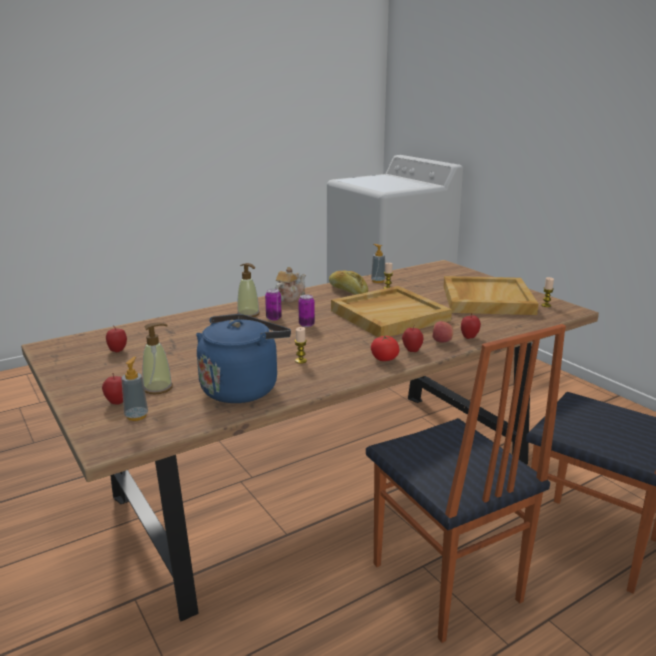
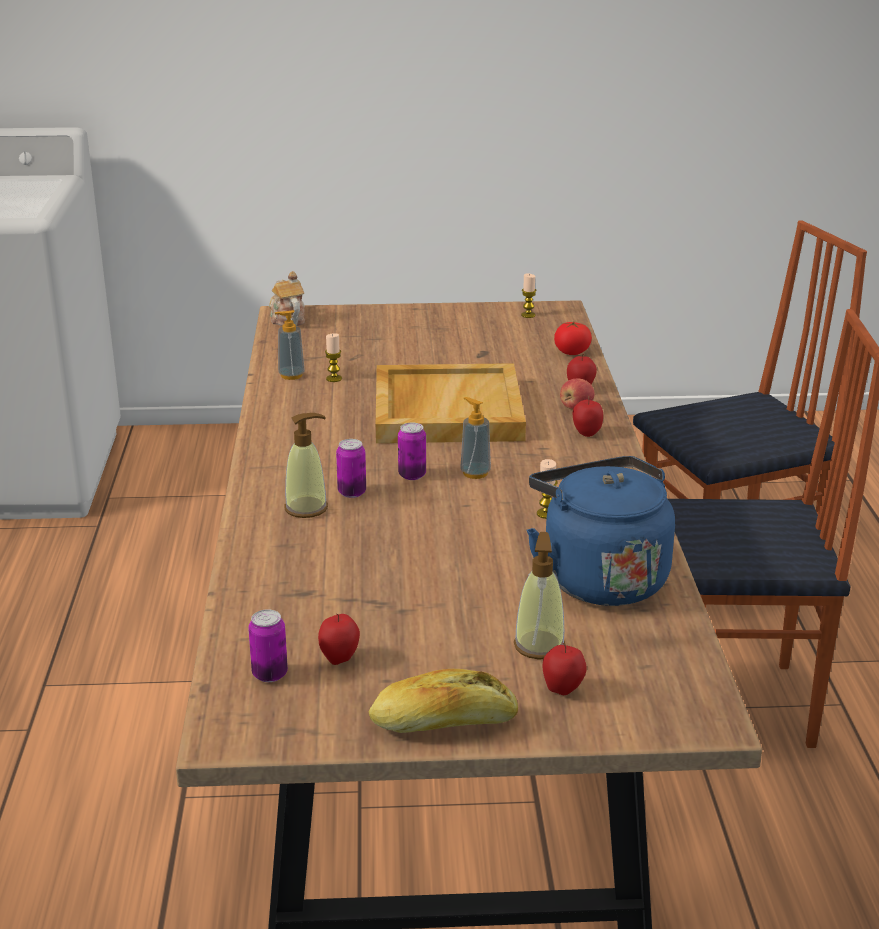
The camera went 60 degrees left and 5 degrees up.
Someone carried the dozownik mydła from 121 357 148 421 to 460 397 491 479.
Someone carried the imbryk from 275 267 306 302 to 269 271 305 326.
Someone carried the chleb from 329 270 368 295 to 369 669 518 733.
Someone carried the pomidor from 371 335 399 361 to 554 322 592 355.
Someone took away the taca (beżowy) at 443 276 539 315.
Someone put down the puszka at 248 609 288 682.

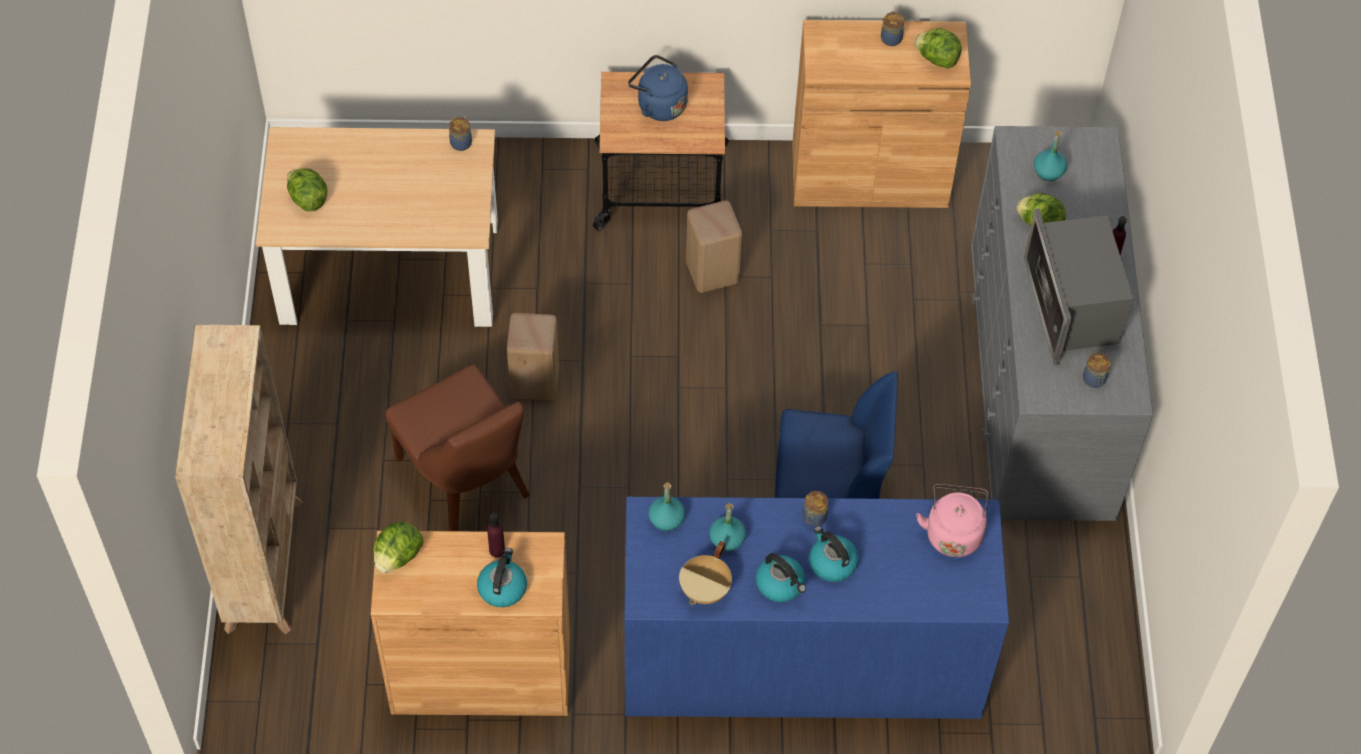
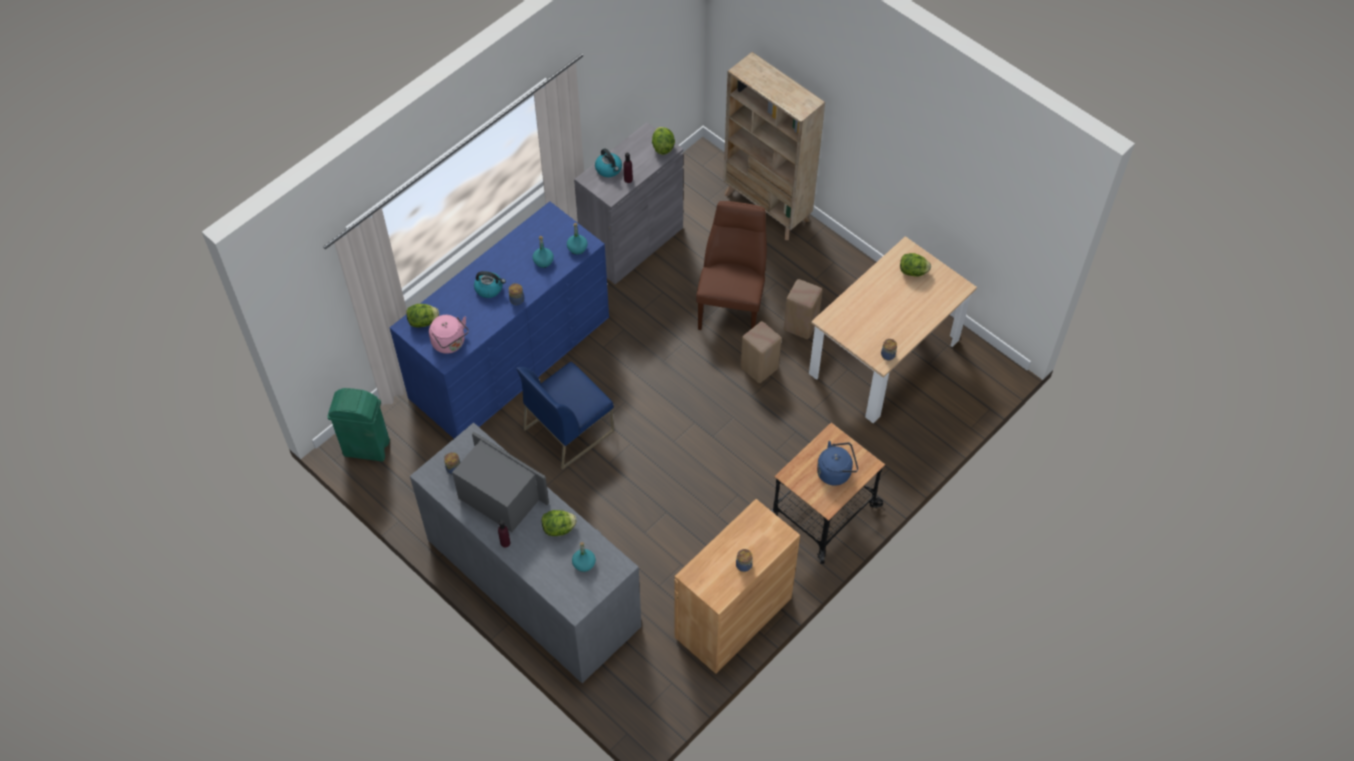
The camera went 135 degrees right and 0 degrees up.
Someone repainted the szafka (brązowy) at 371 531 570 716, which became the szafka (szary) at 574 122 683 284.
Someone rotated the krzesło (brązowy) at 385 365 530 531 by 90 degrees clockwise.
Someone took away the garnek (beżowy) at 679 541 732 605.
Someone carried the stołek (beżowy) from 686 200 742 293 to 784 279 823 339.
Someone took away the czajnik at 756 553 806 602.
Someone carried the sałata from 914 28 962 69 to 406 304 439 327.
Someone put down the kosz na śmieci (zielony) at 327 388 390 462.

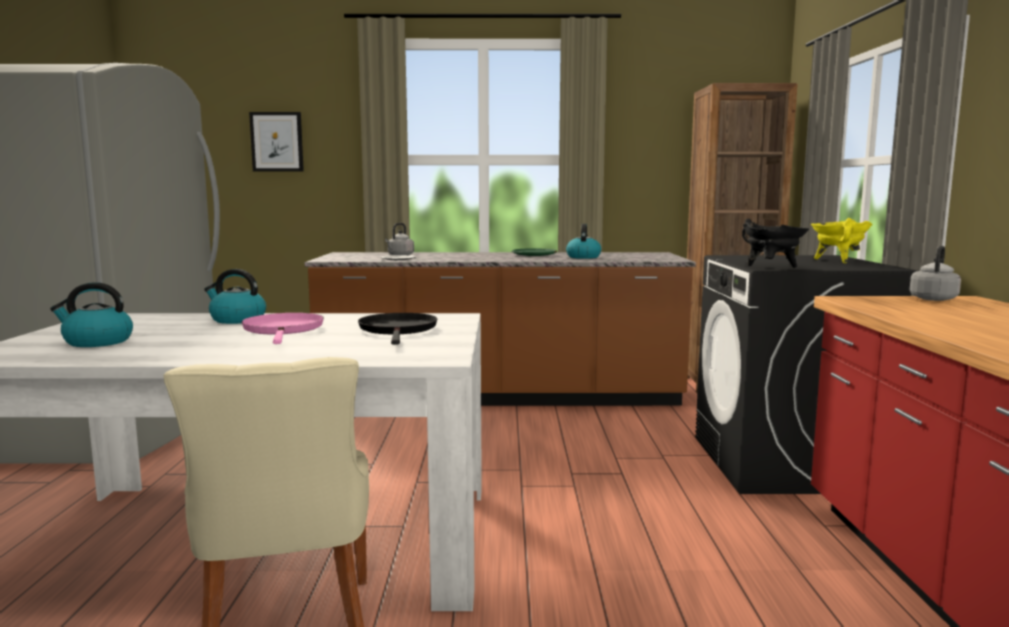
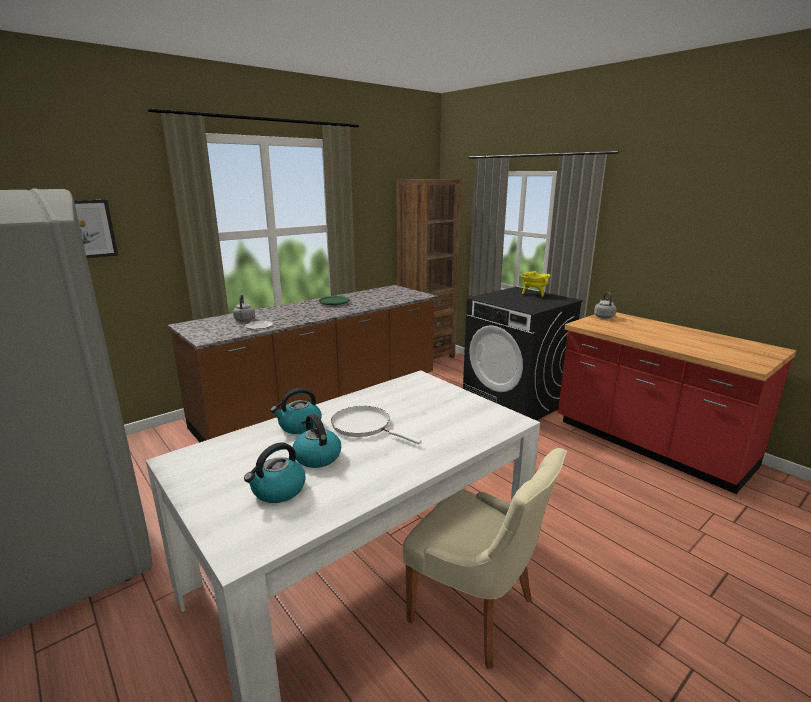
The camera went 40 degrees left and 10 degrees up.
Someone repainted the patelnia (różowy) at 241 313 324 344, which became the patelnia (biały) at 331 406 422 444.
Someone took away the patelnia (czarny) at 358 313 438 345.
Someone carried the czajnik from 566 224 601 259 to 293 414 341 468.
Someone took away the garnek (czarny) at 742 219 809 268.

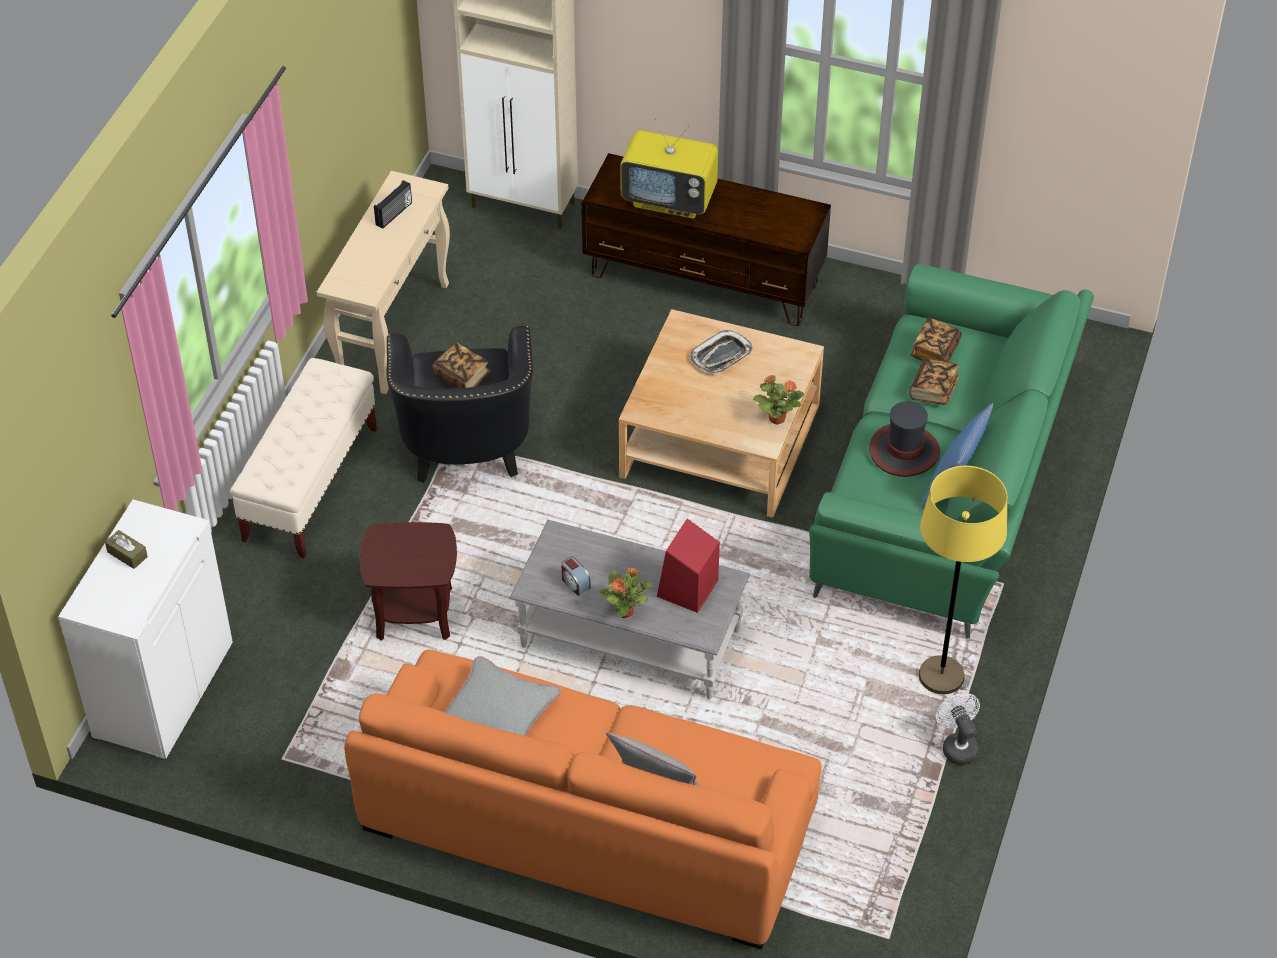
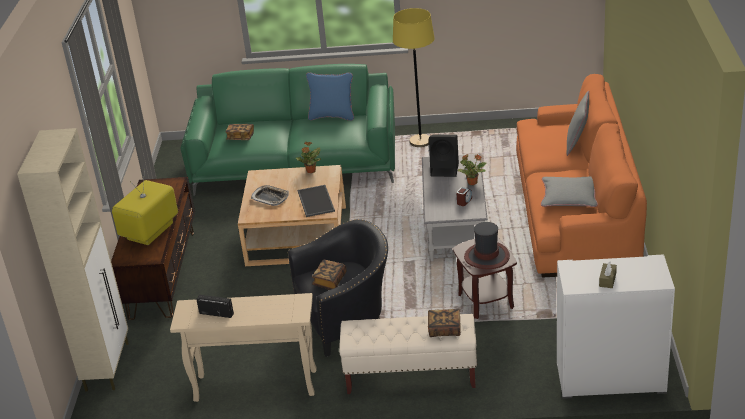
The camera went 105 degrees left and 15 degrees down.
Someone rotated the telewizor at 620 117 718 219 by 150 degrees counterclockwise.
Someone repainted the głośnik (czerwony) at 657 519 720 613, which became the głośnik (czarny) at 429 135 459 177.
Someone carried the kapelusz from 869 401 940 477 to 464 222 510 269.
Someone carried the książka from 909 358 959 405 to 428 309 461 337.
Someone took away the wentylator (biały) at 936 693 980 765.
Someone put down the taca at 297 185 335 217.

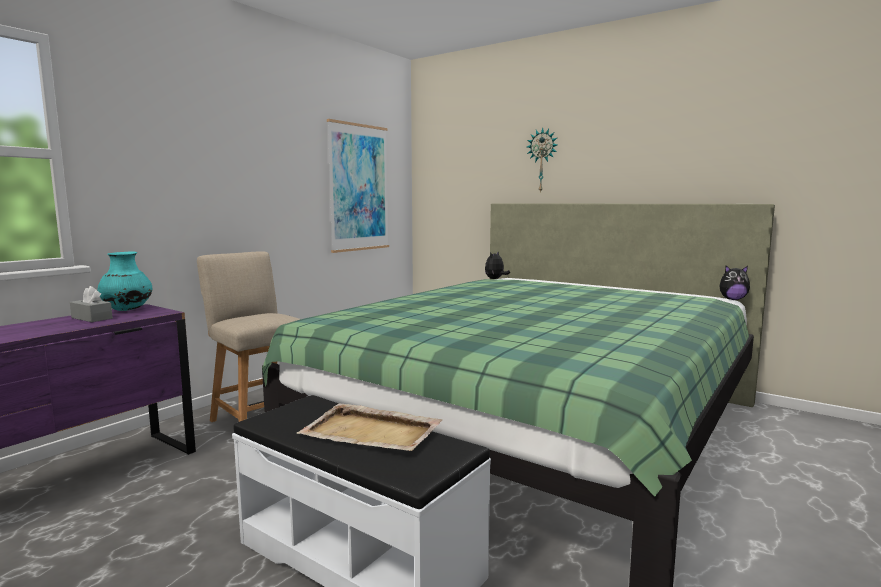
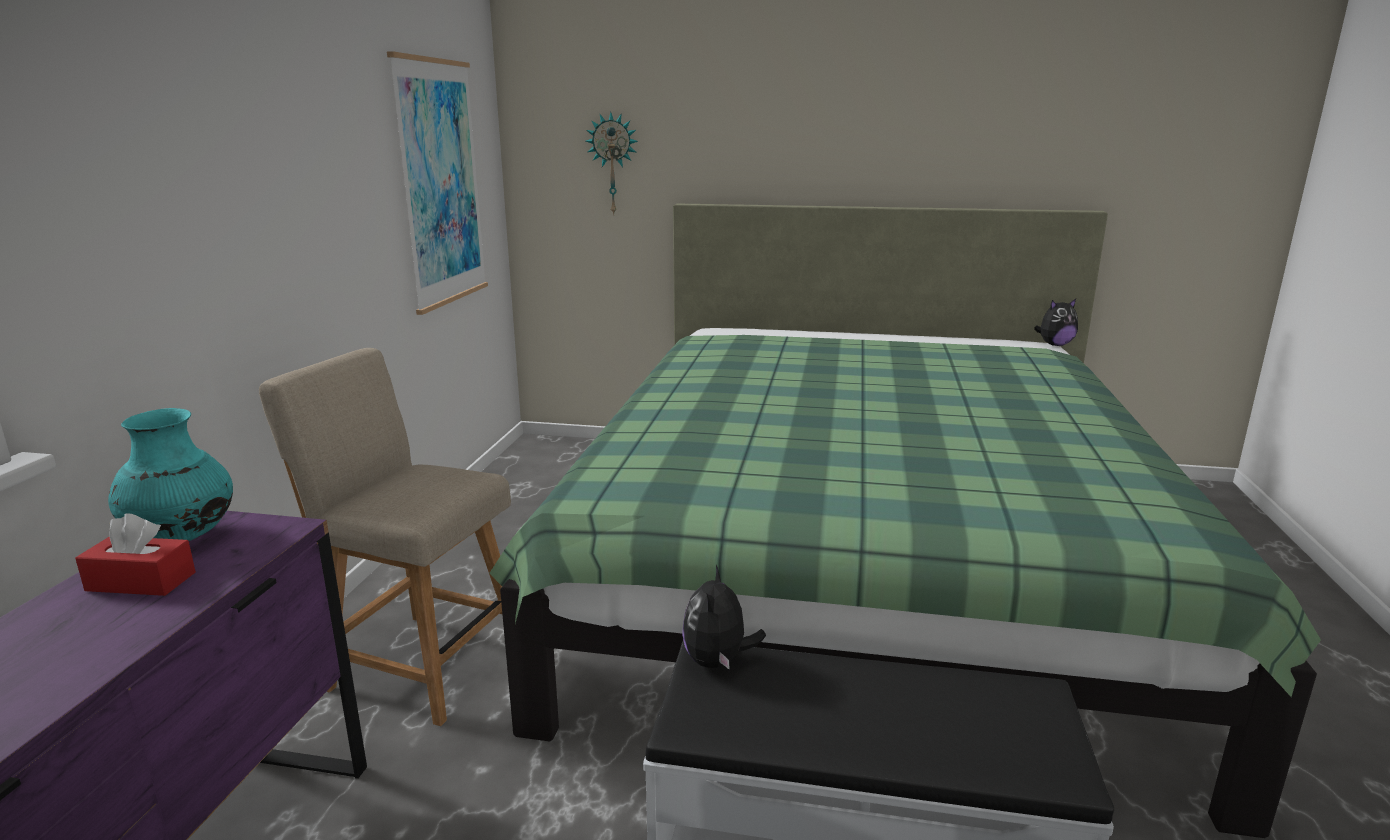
The camera went 25 degrees left and 10 degrees up.
Someone repainted the pudełko chusteczek (szary) at 70 286 113 322, which became the pudełko chusteczek (czerwony) at 75 513 196 596.
Someone took away the taca (beżowy) at 297 403 442 451.
Someone carried the pluszak from 485 252 510 279 to 682 565 766 670.
Someone carried the zegar ścienny from 527 128 558 193 to 586 112 638 216.

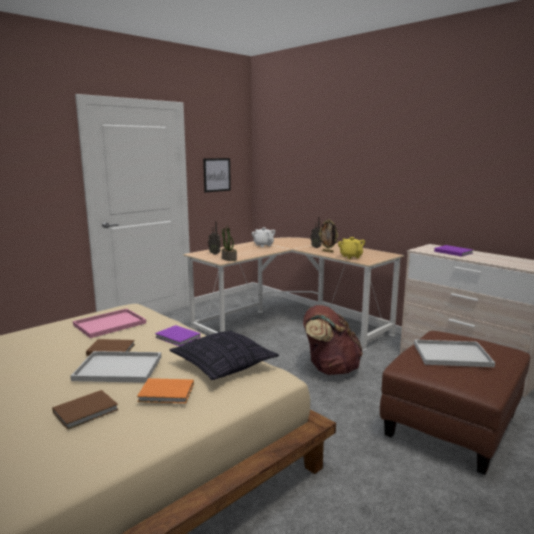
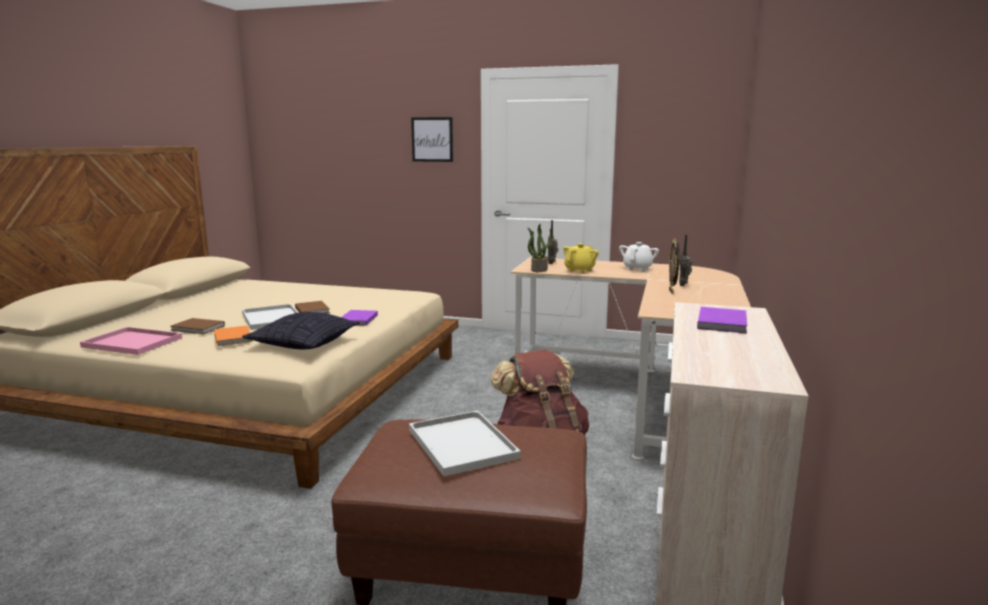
The camera went 60 degrees right and 0 degrees up.
Someone carried the taca (różowy) from 73 308 146 338 to 80 327 182 355.
Someone carried the obraz from 203 158 231 192 to 411 117 453 162.
Someone carried the imbryk (żółty) from 338 237 365 259 to 563 243 599 273.

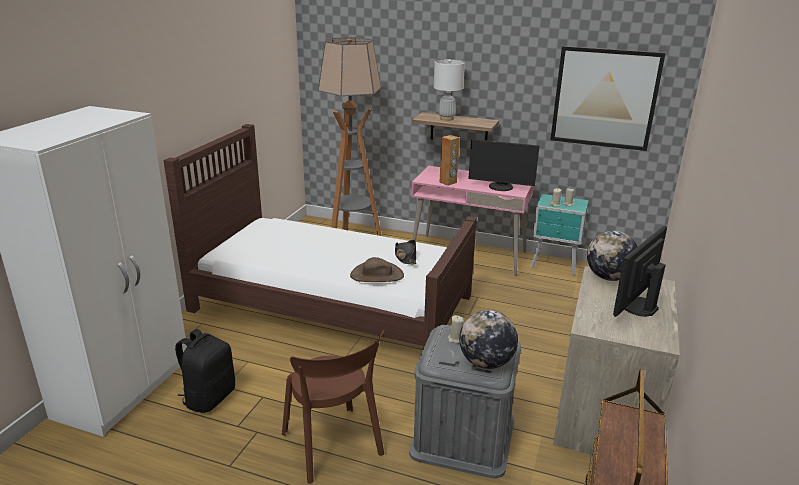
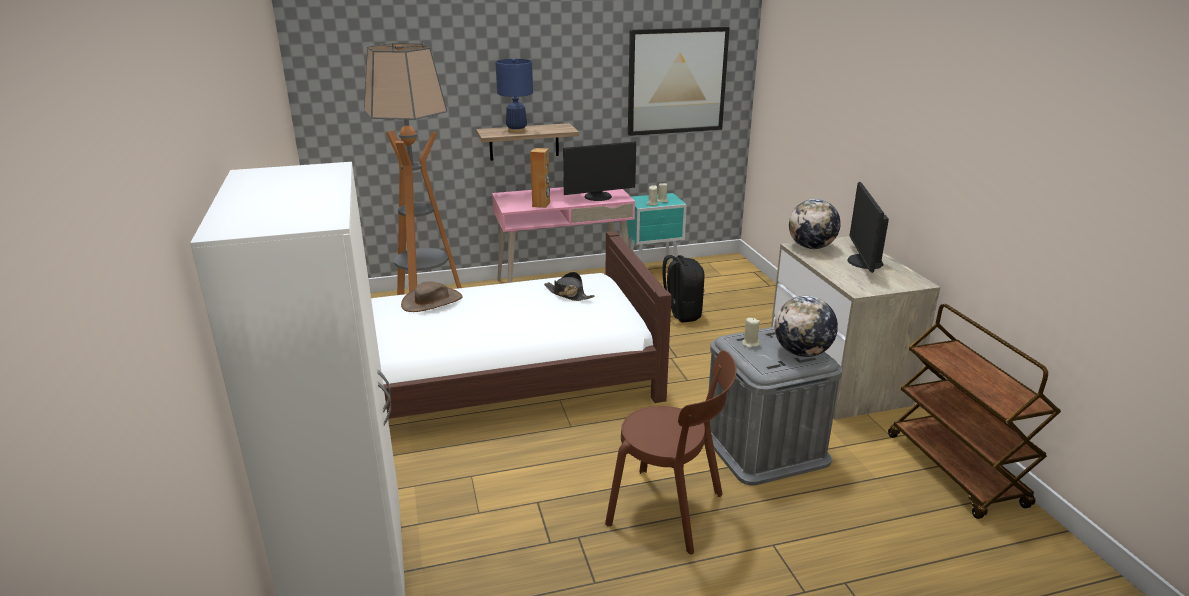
The camera went 35 degrees left and 0 degrees up.
Someone carried the plecak (czarny) from 175 329 235 413 to 662 255 704 323.
Someone carried the kapelusz (brązowy) from 350 257 404 282 to 401 281 463 312.
Someone repainted the lampa stołowa (biały) at 434 59 465 121, which became the lampa stołowa (niebieski) at 495 58 533 133.

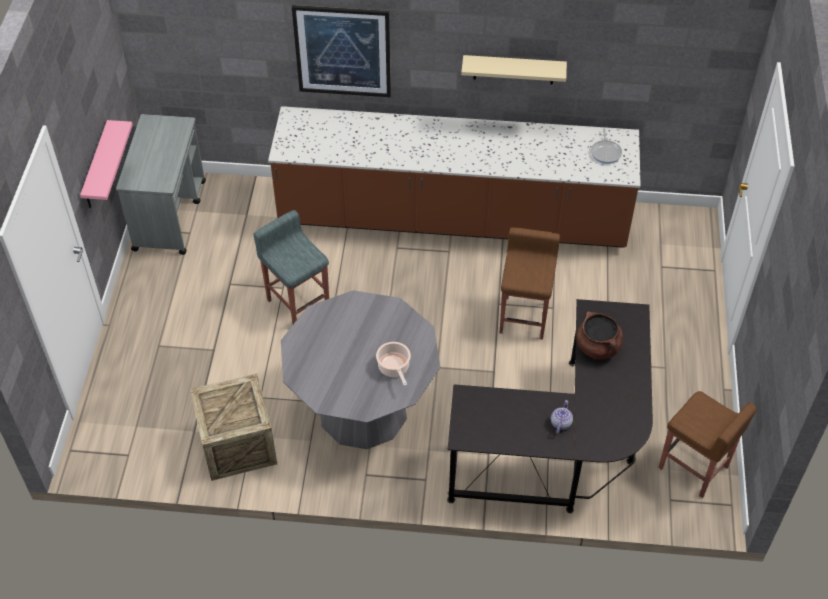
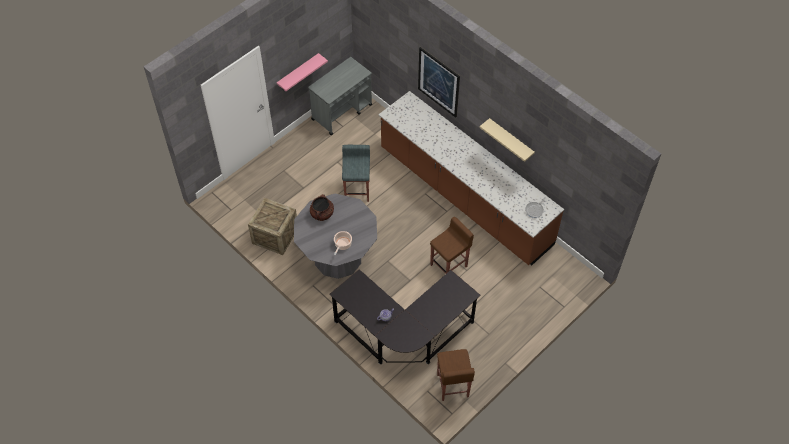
The camera went 40 degrees right and 5 degrees up.
Someone carried the garnek (brązowy) from 576 311 623 359 to 310 194 334 221.

